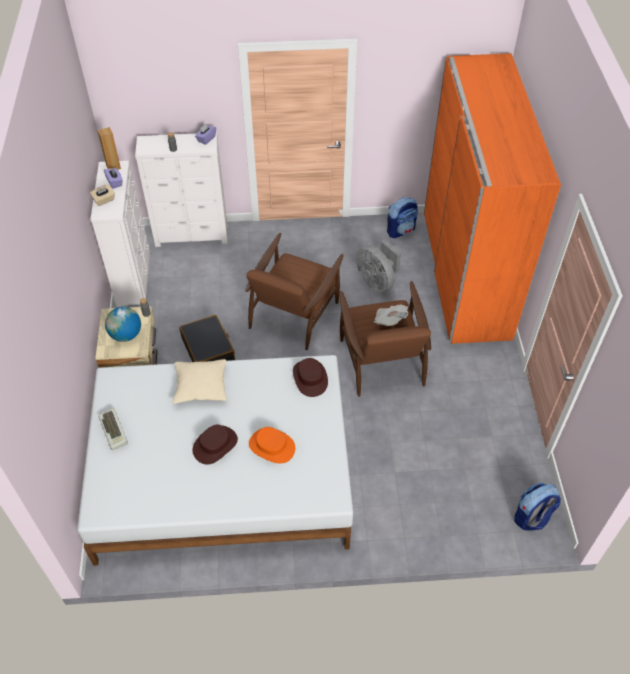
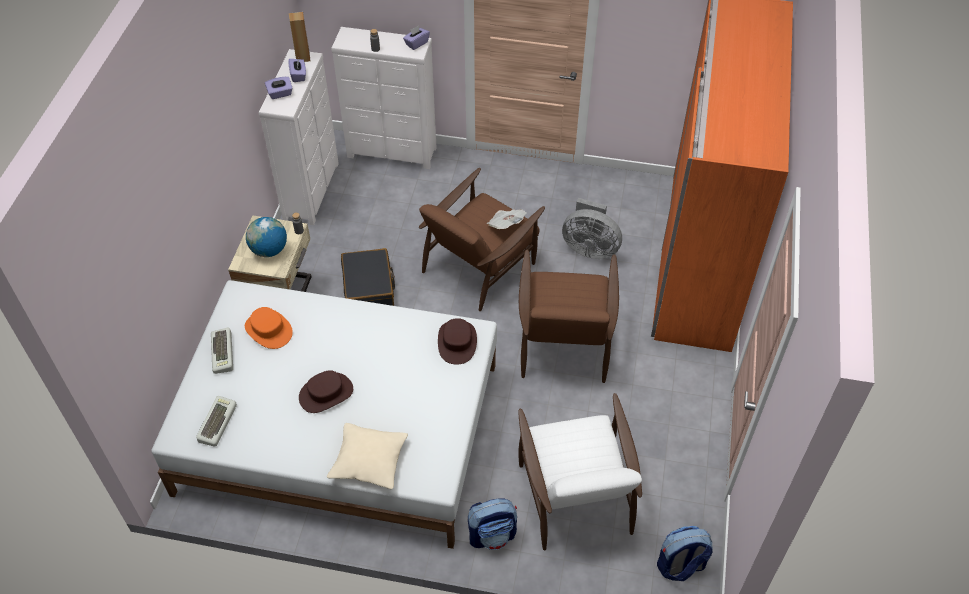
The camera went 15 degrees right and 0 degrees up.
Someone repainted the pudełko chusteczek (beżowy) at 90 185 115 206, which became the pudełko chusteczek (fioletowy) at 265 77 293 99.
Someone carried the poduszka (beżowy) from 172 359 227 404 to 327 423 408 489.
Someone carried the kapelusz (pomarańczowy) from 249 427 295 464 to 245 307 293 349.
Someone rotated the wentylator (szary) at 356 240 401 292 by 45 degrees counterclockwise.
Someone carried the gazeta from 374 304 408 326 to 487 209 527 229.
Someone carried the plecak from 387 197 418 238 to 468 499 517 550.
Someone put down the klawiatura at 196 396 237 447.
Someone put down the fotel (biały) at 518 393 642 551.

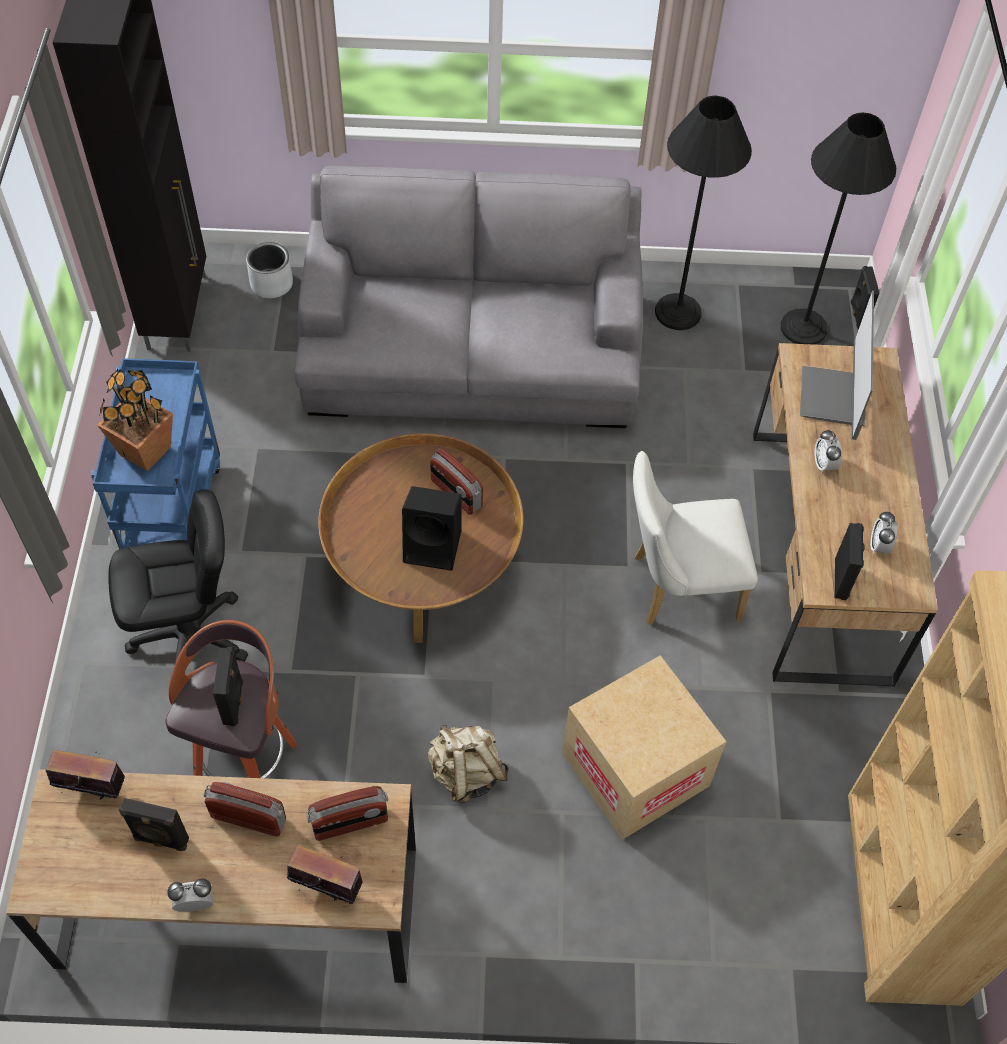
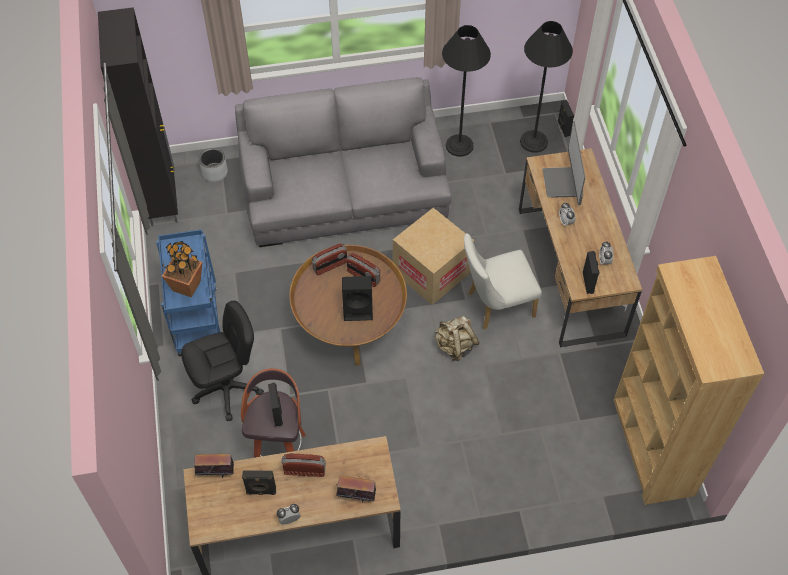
The camera went 10 degrees left and 0 degrees up.
Someone carried the radio from 306 786 388 841 to 312 243 347 276.
Someone carried the plecak (beżowy) from 428 725 509 803 to 434 316 479 361.
Someone carried the karton from 562 655 727 840 to 393 208 474 305.

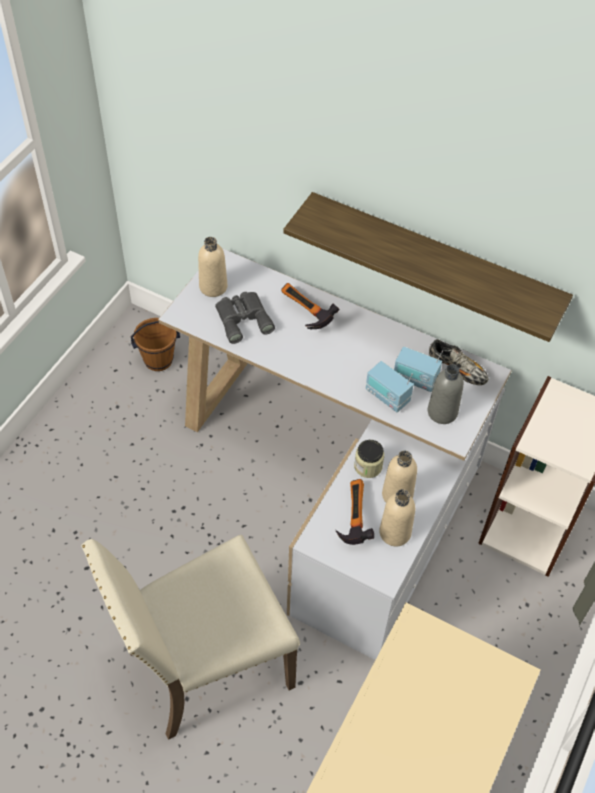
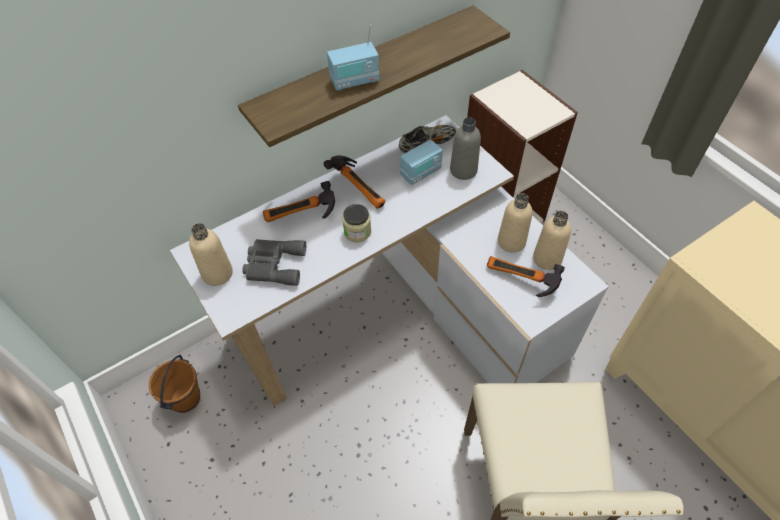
The camera went 60 degrees left and 0 degrees up.
Someone carried the słoik from 354 440 384 478 to 342 204 371 243.
Someone carried the radio from 366 361 413 413 to 327 25 379 91.
Someone put down the młotek at 324 155 385 209.

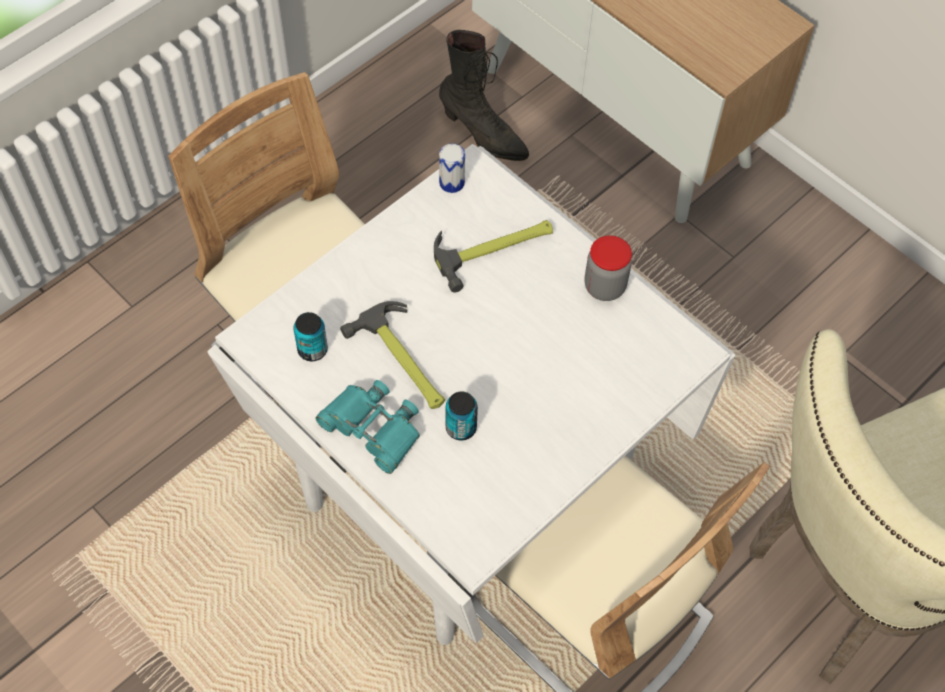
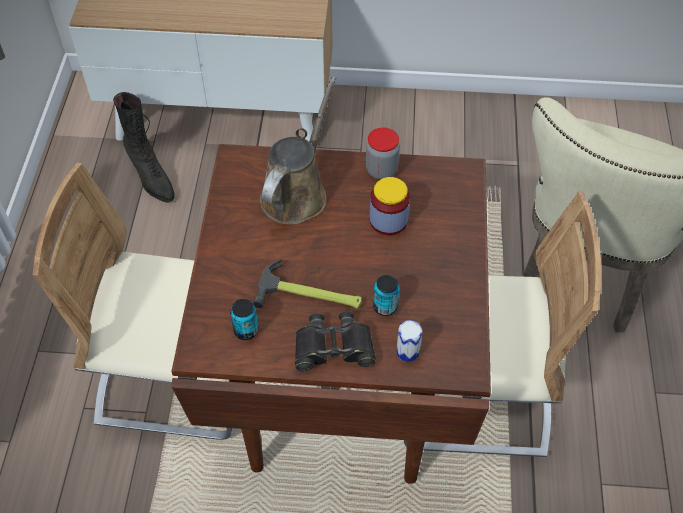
The camera went 40 degrees left and 5 degrees down.
Someone repainted the stół jadalny (biały) at 207 144 736 645, which became the stół jadalny (brązowy) at 171 144 491 484.
Someone repainted the lornetka (turkusowy) at 315 380 420 474, which became the lornetka (czarny) at 295 311 376 372.
Someone swapped the młotek at 434 220 553 293 for the konewka (brązowy) at 260 76 336 225.
Someone rotated the but z cholewką (czarny) at 439 30 529 161 by 60 degrees clockwise.
Someone carried the puszka from 439 143 465 193 to 396 320 422 362.
Someone put down the słoik at 370 177 410 235.

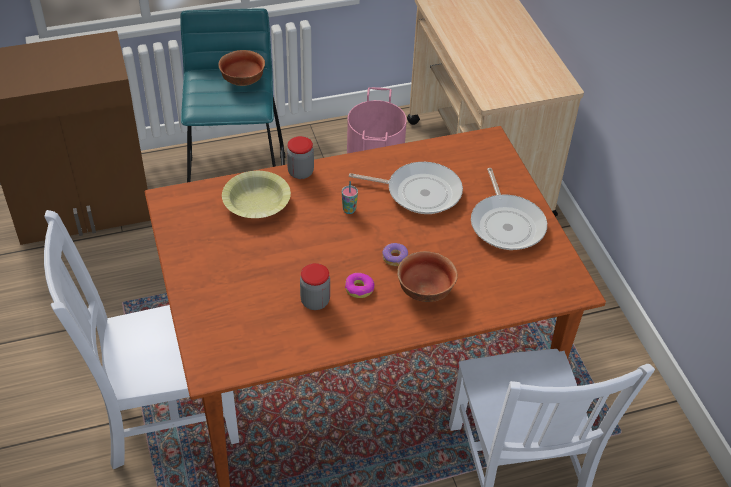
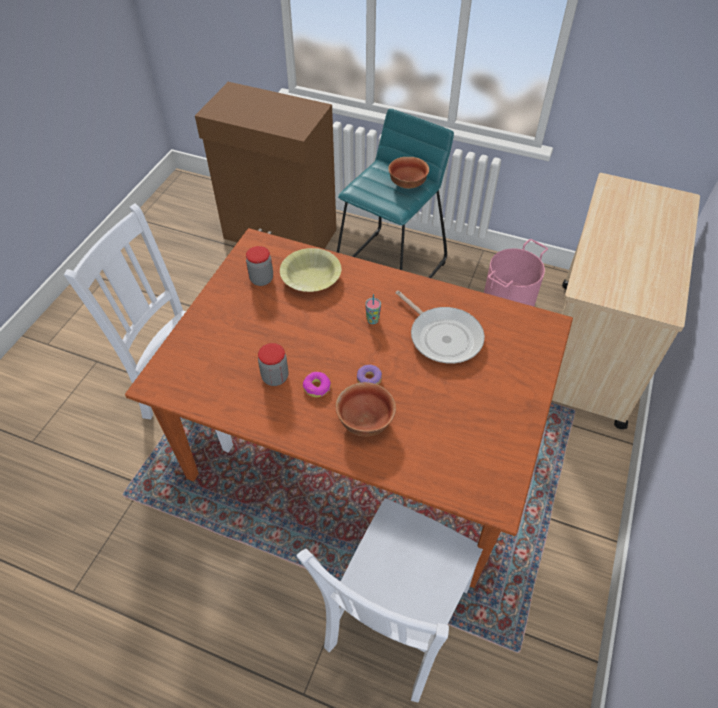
The camera went 40 degrees right and 5 degrees up.
Someone carried the słoik from 287 136 314 179 to 246 246 273 286.
Someone took away the patelnia at 471 168 547 250.

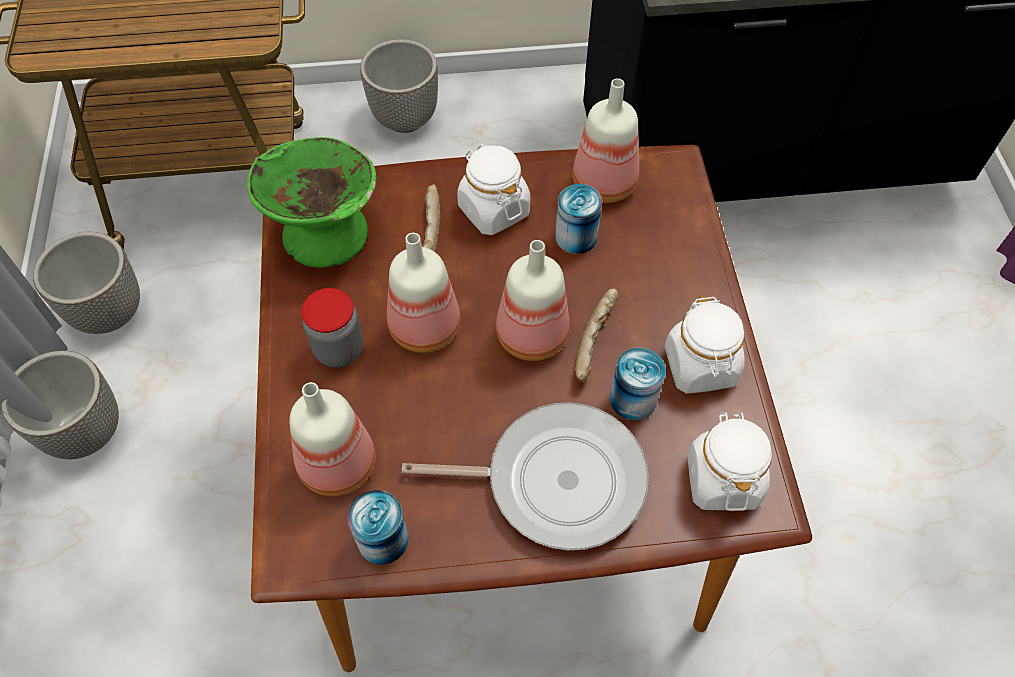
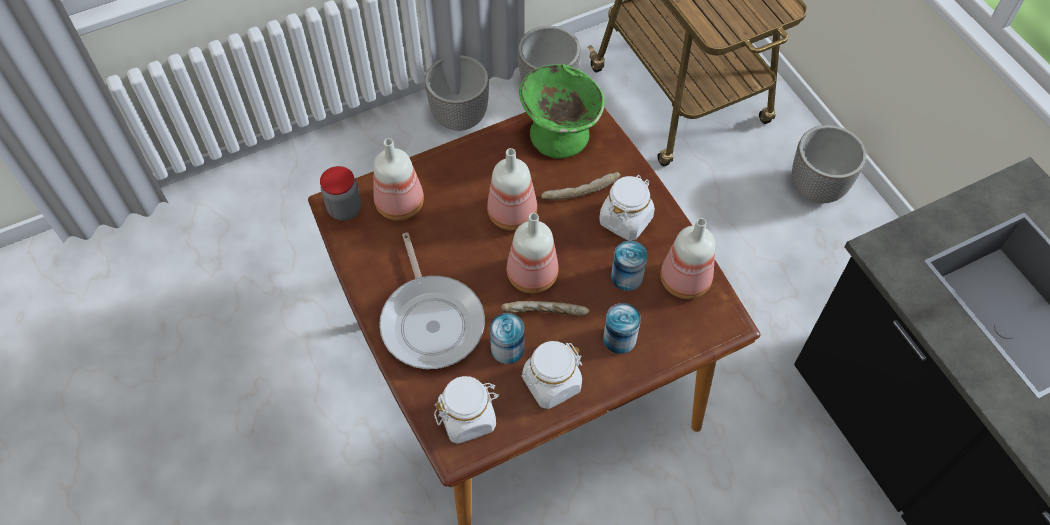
The camera went 70 degrees right and 0 degrees up.
Someone carried the słoik from 301 288 364 367 to 320 166 361 221.
Someone carried the puszka from 348 490 408 565 to 603 303 641 354.

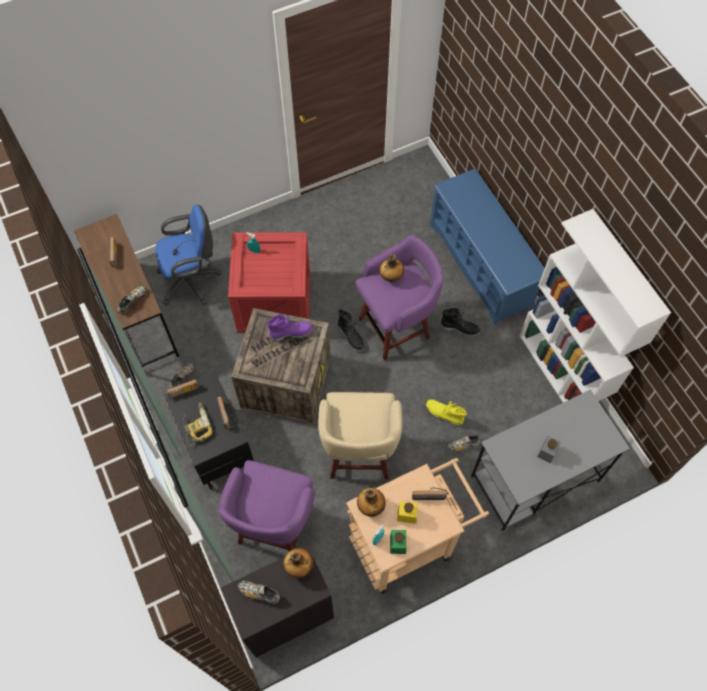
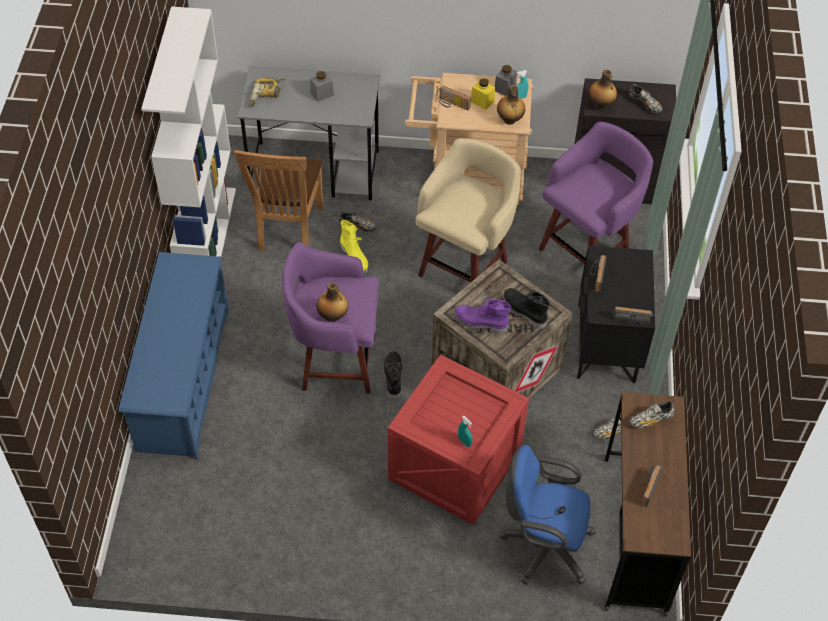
The camera went 150 degrees left and 10 degrees down.
Someone carried the wiertarka from 183 403 213 447 to 249 78 285 107.
Someone repainted the słoik (zielony) at 390 530 406 554, which became the słoik (szary) at 495 65 517 96.
Someone carried the but z cholewką (czarny) from 440 308 481 337 to 503 288 550 329.
Someone put down the krzesło (brązowy) at 234 150 323 251.

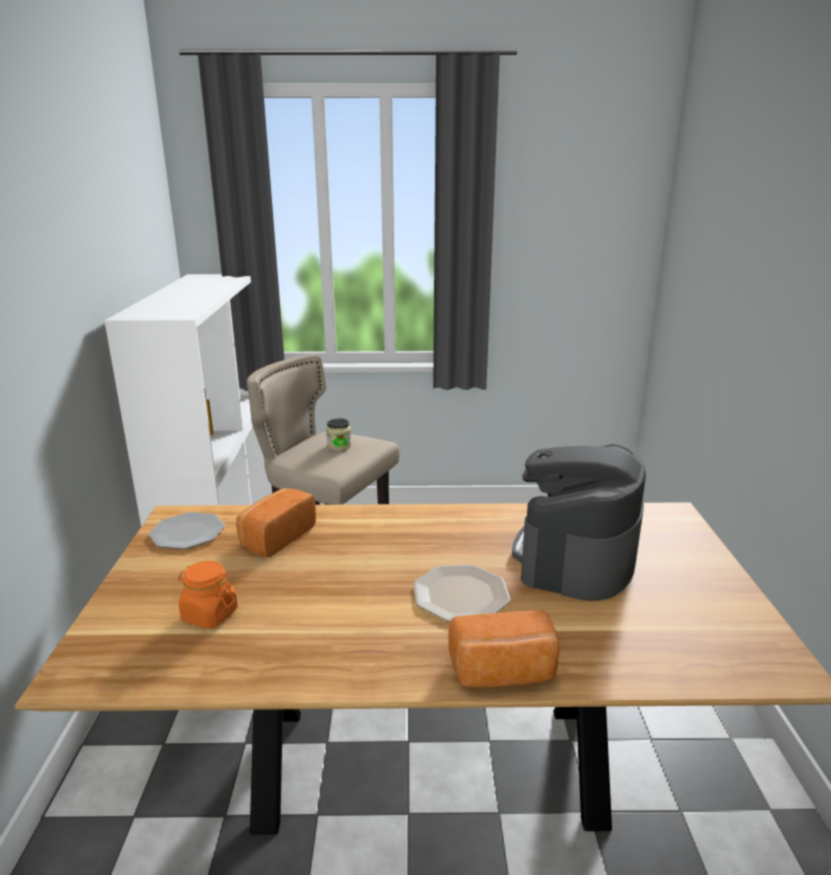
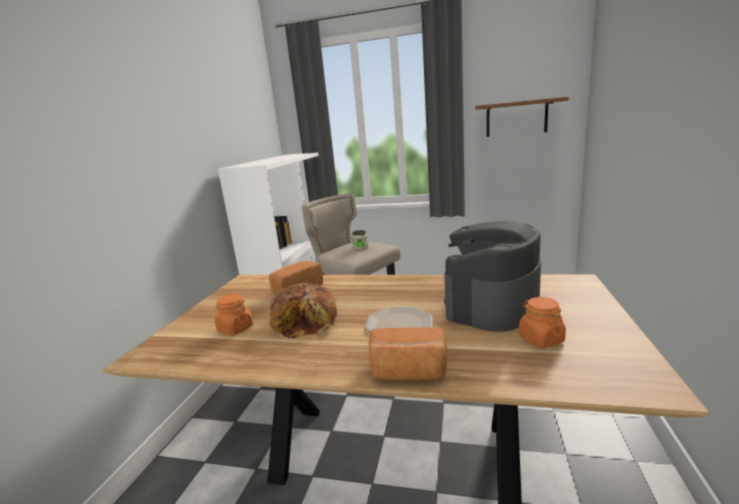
The camera went 15 degrees right and 5 degrees down.
Someone took away the talerz at 149 512 225 549.
Someone put down the chleb at 270 283 337 339.
Someone put up the półka (brązowy) at 475 97 569 137.
Someone put down the słoik (pomarańczowy) at 519 297 566 348.

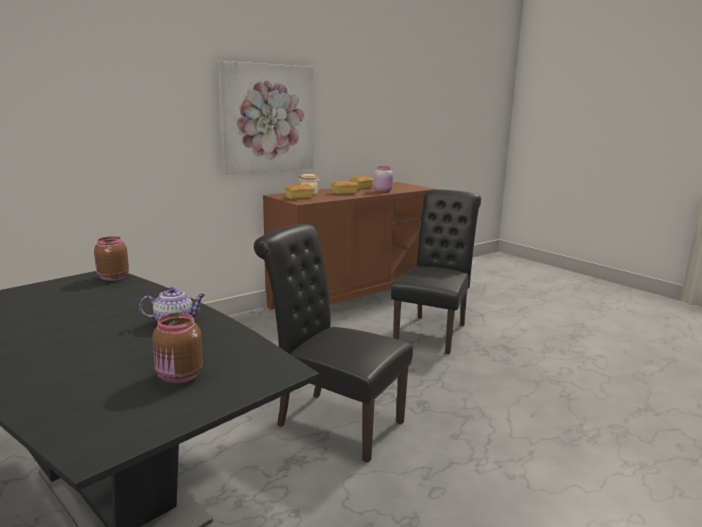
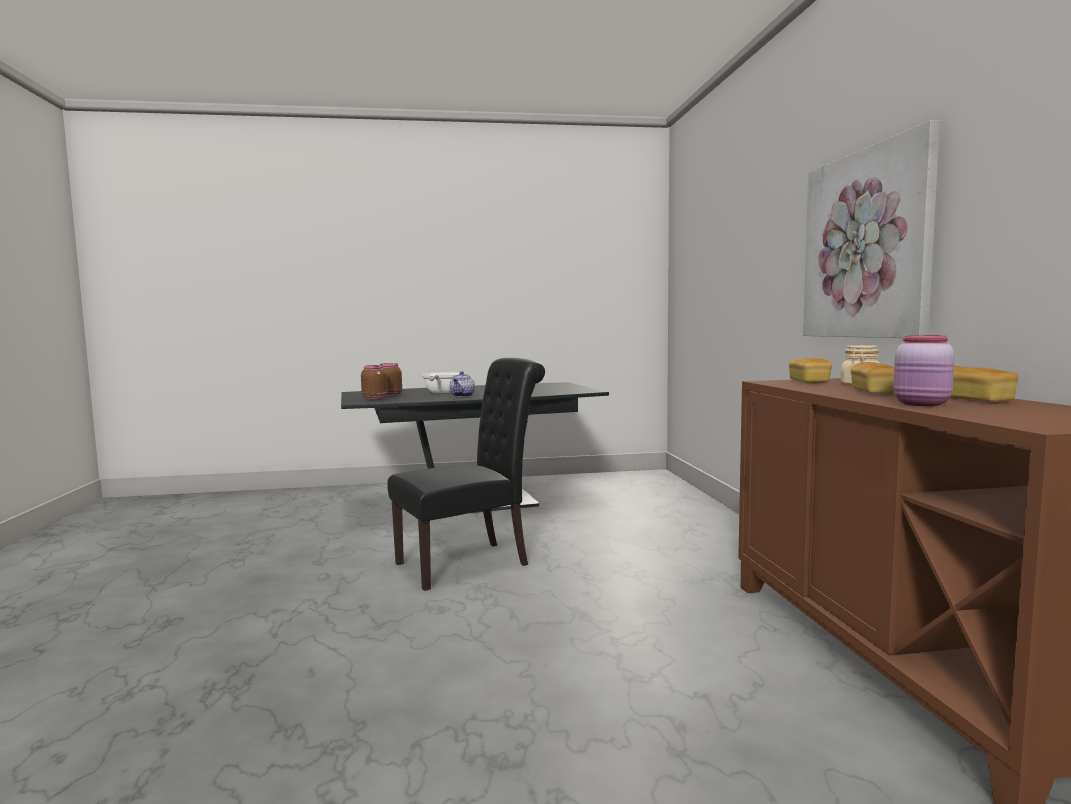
The camera went 120 degrees right and 10 degrees down.
Someone carried the słoik (brązowy) from 94 236 129 281 to 361 365 388 400.
Someone took away the krzesło (czarny) at 391 189 481 354.
Someone put down the patelnia at 422 372 460 393.

